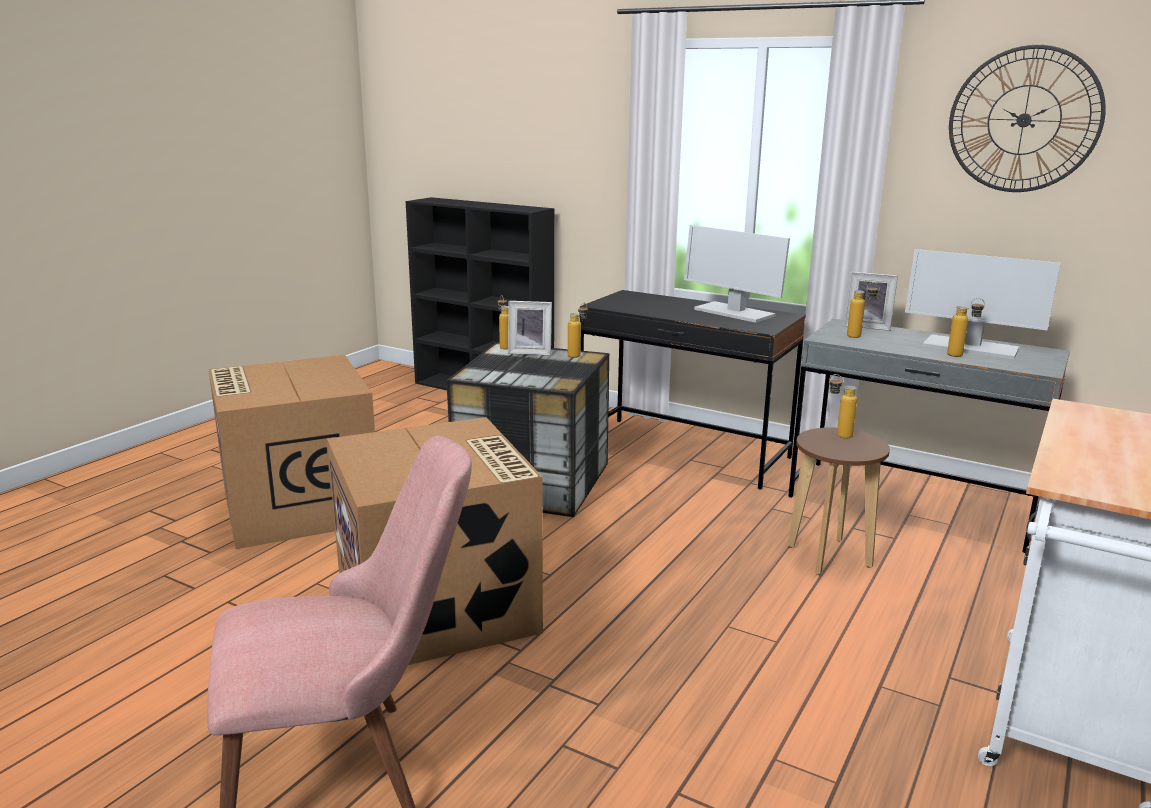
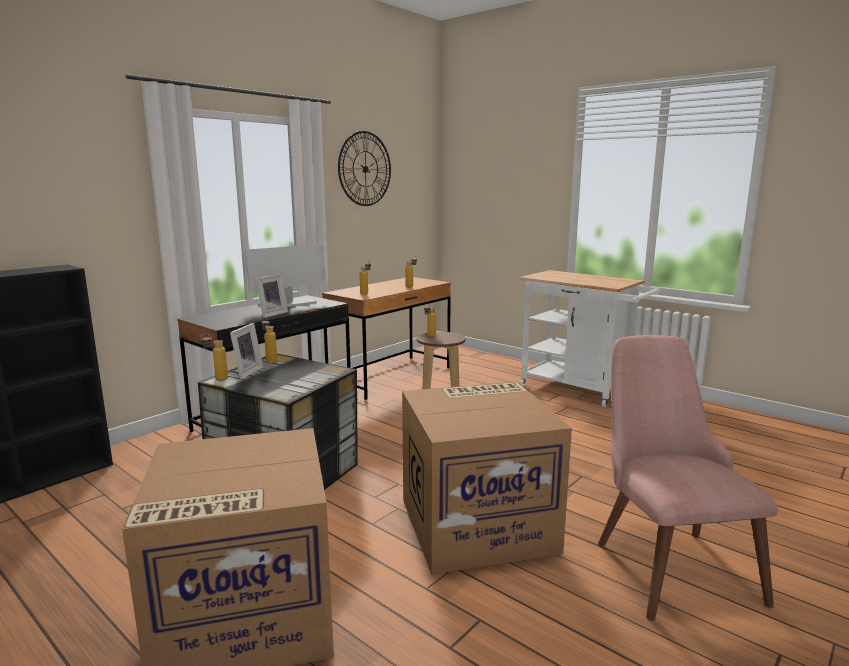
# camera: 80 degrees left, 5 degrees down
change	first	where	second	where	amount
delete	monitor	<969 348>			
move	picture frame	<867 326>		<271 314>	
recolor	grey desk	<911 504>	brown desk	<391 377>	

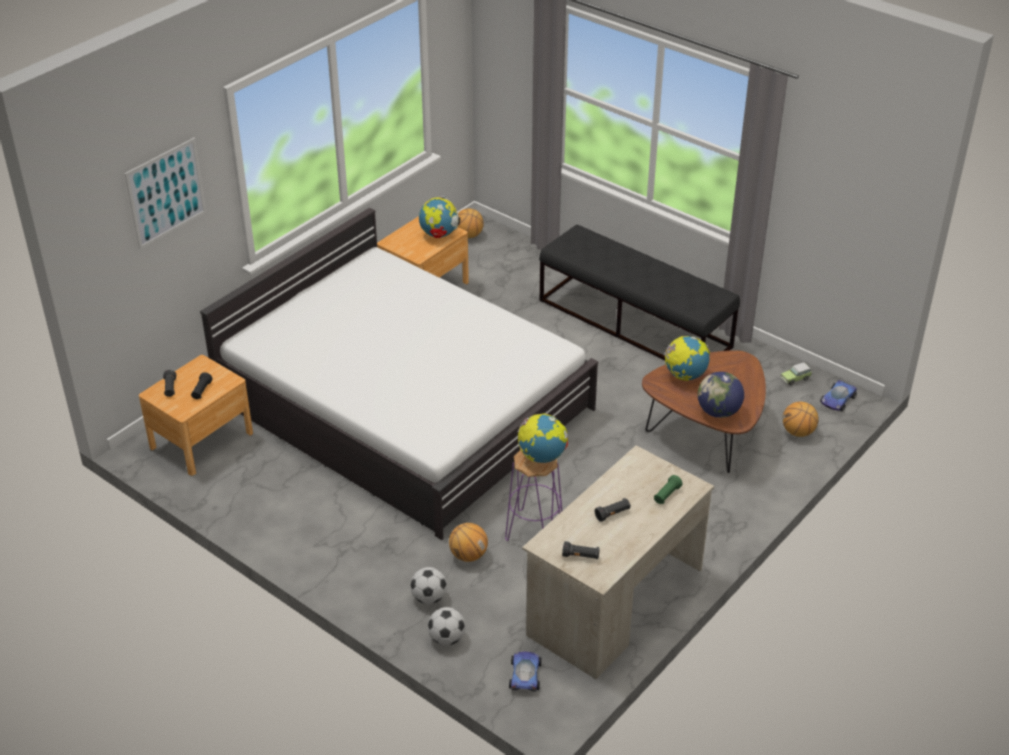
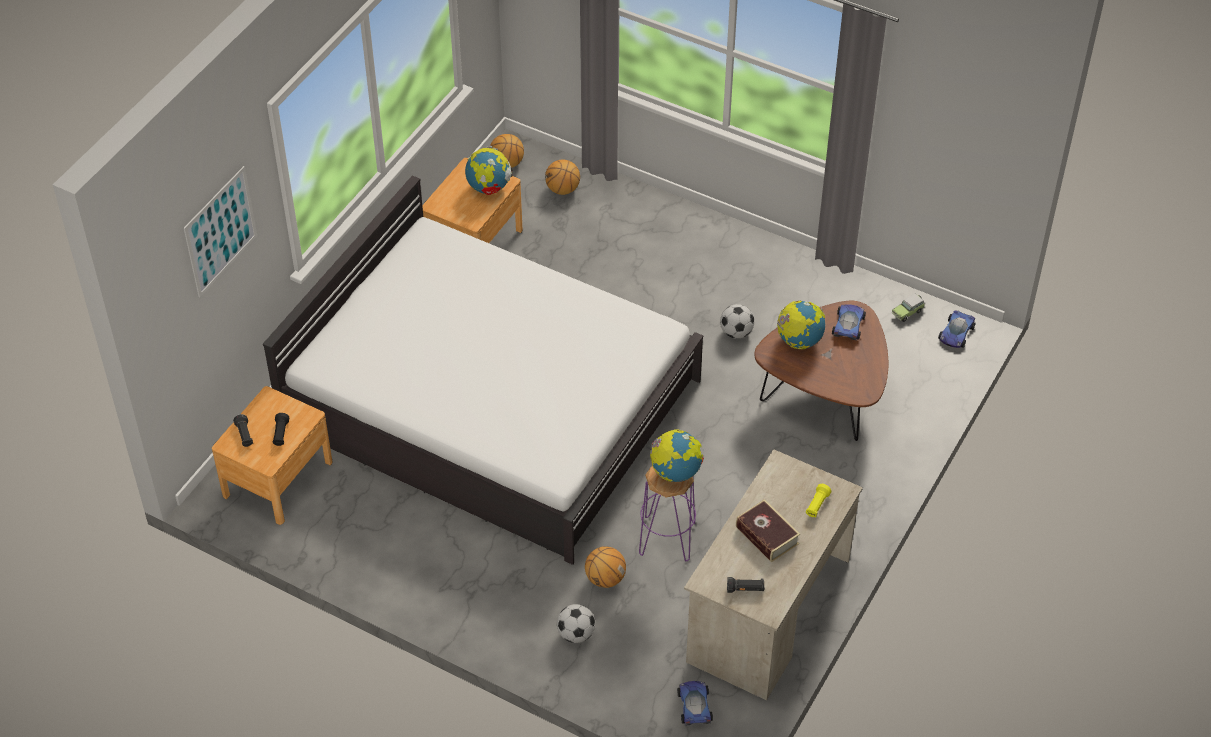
# camera: 10 degrees left, 10 degrees up
change	first	where	second	where	amount
delete	black bench	<635 324>			
delete	globe	<718 412>			
insert			toy car	<848 325>	
move	football	<447 638>		<736 332>	
move	basketball	<798 432>		<563 189>	
replace	black flashlight	<612 514>	book	<767 535>	
recolor	green flashlight	<666 495>	yellow flashlight	<817 505>	

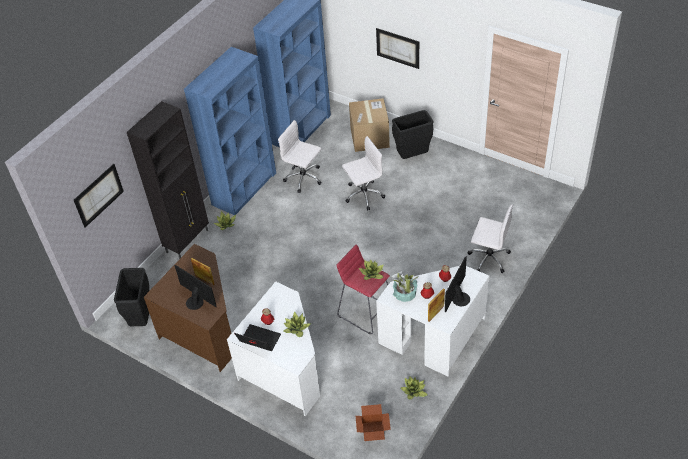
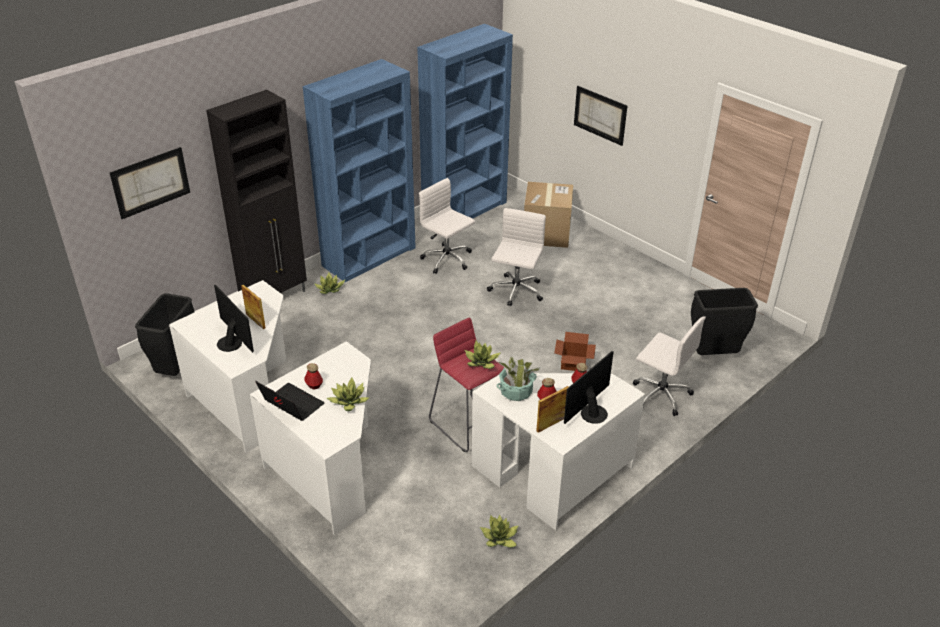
# camera: 10 degrees right, 10 degrees down
change	first	where	second	where	amount
move	cardboard box	<373 431>		<573 363>	
move	black trash can	<412 157>		<713 356>	
recolor	brown desk	<204 329>	white desk	<248 399>	
rotate	white office chair	<363 195>		<515 291>	60 degrees counterclockwise

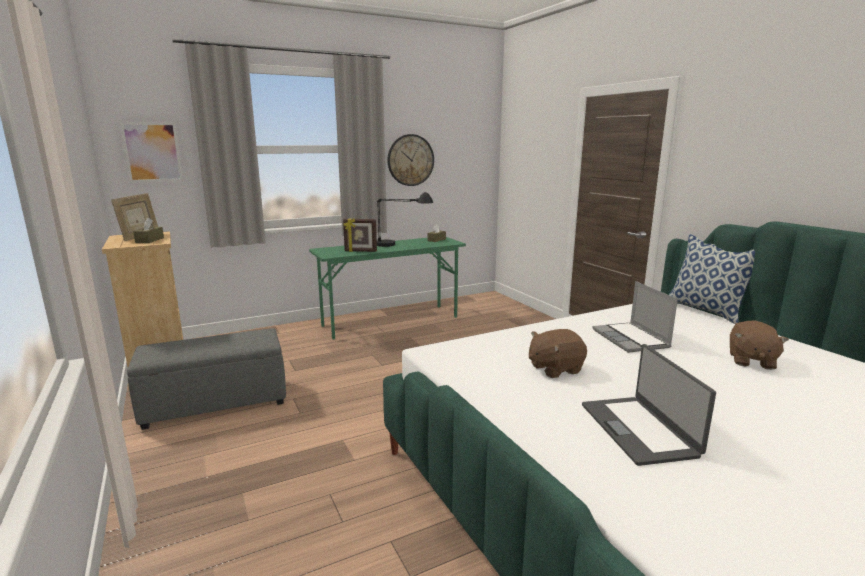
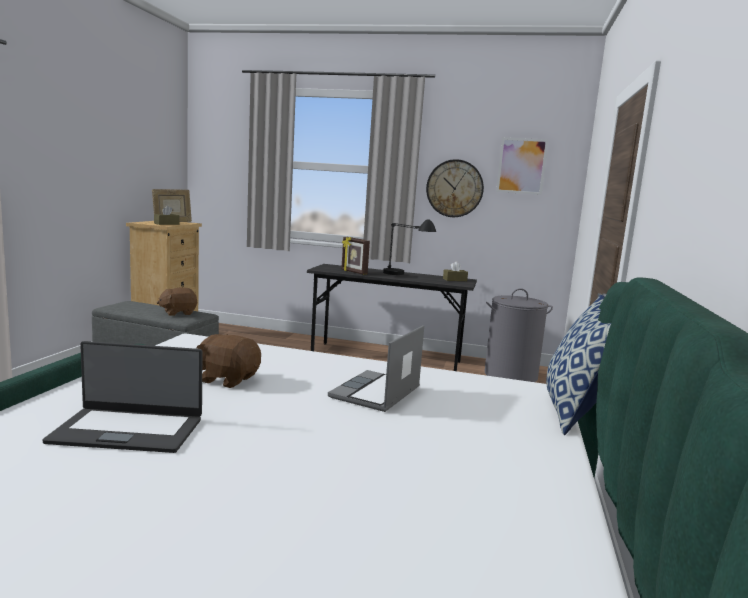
# camera: 40 degrees right, 5 degrees down
change	first	where	second	where	amount
insert			grey laundry basket	<510 375>	
move	picture	<152 152>		<521 166>	
move	brown plush toy	<750 361>		<178 313>	
recolor	green desk	<391 321>	grey desk	<386 358>	
rotate	laptop	<639 429>		<128 430>	120 degrees counterclockwise

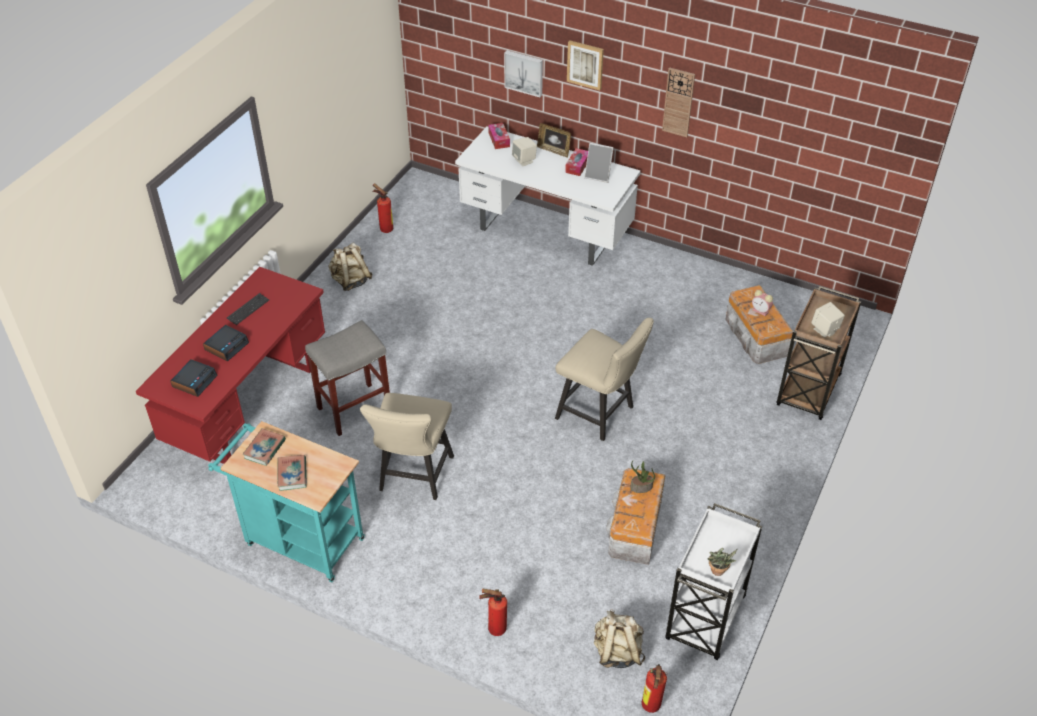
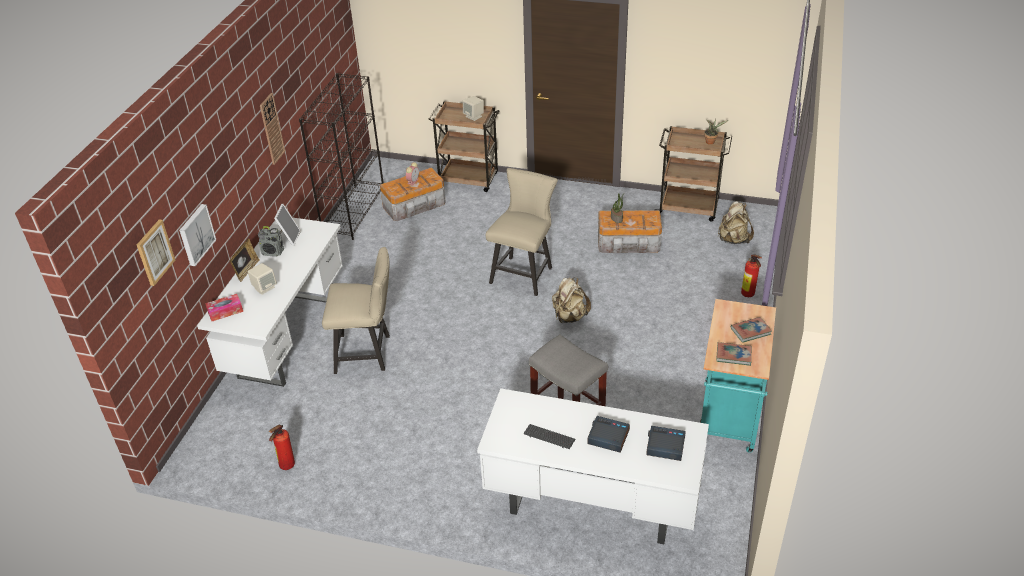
# camera: 100 degrees left, 5 degrees down
change	first	where	second	where	amount
delete	fire extinguisher	<650 707>			
insert			black bookcase	<354 211>	
move	beige backpack	<351 281>		<569 316>	
move	beige chair	<413 477>		<367 353>	
move	picture	<585 64>		<154 252>	
replace	tissue box	<577 166>	radio	<273 252>	
recolor	red desk	<249 406>	white desk	<590 506>	
recolor	white cart	<705 619>	brown cart	<689 208>	

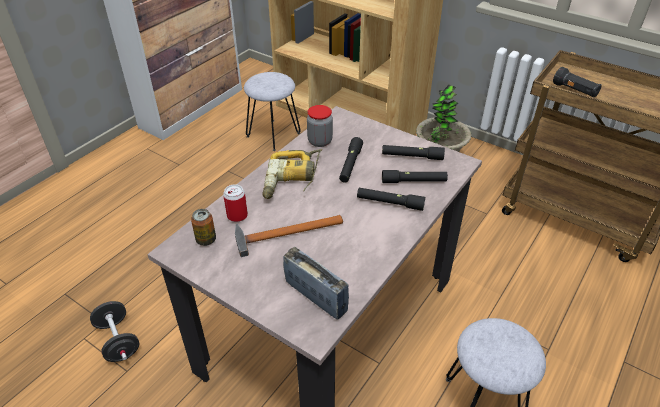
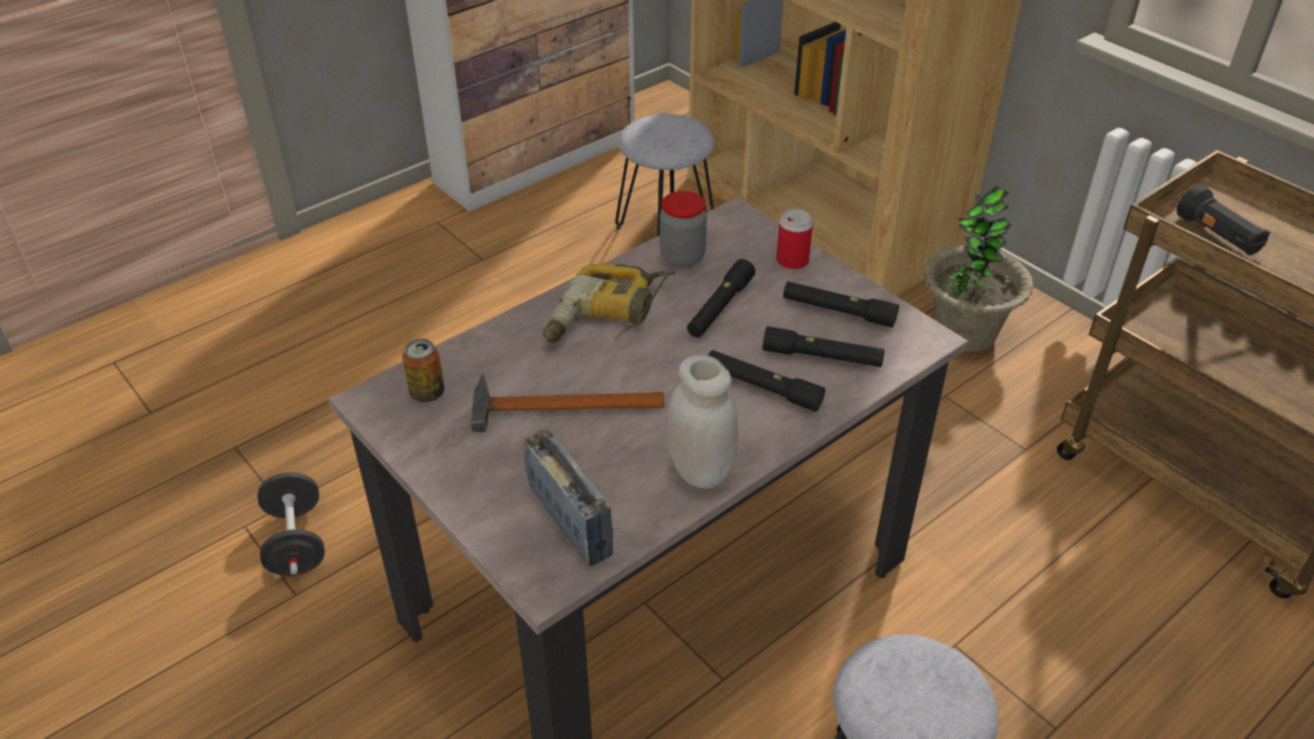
# camera: 15 degrees right, 0 degrees up
change	first	where	second	where	amount
insert			white jar	<700 470>	
move	can	<237 215>		<792 261>	

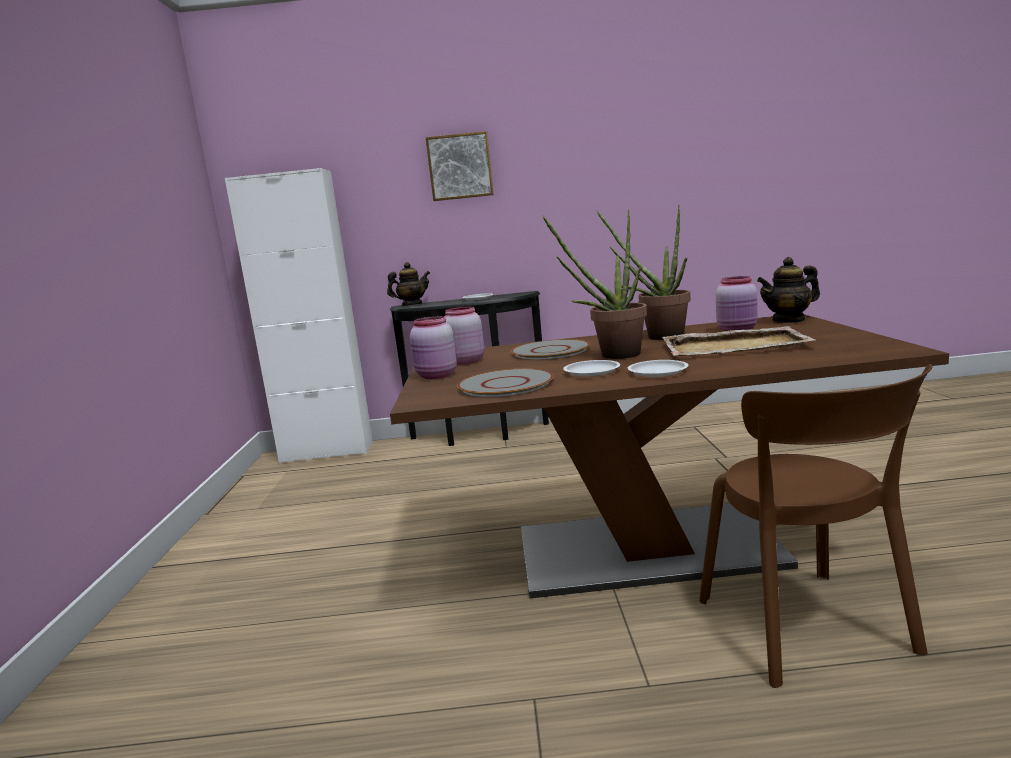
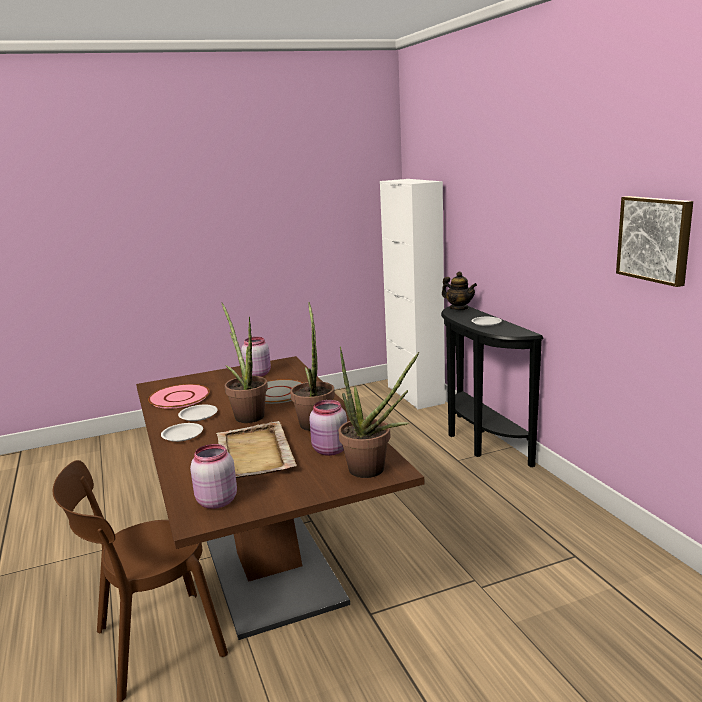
# camera: 70 degrees right, 5 degrees up
change	first	where	second	where	amount
move	pink jar	<436 376>		<215 501>	
move	picture	<460 167>		<655 239>	
replace	teapot	<789 320>	potted plant	<373 471>	
recolor	grey plate	<506 384>	pink plate	<180 397>	

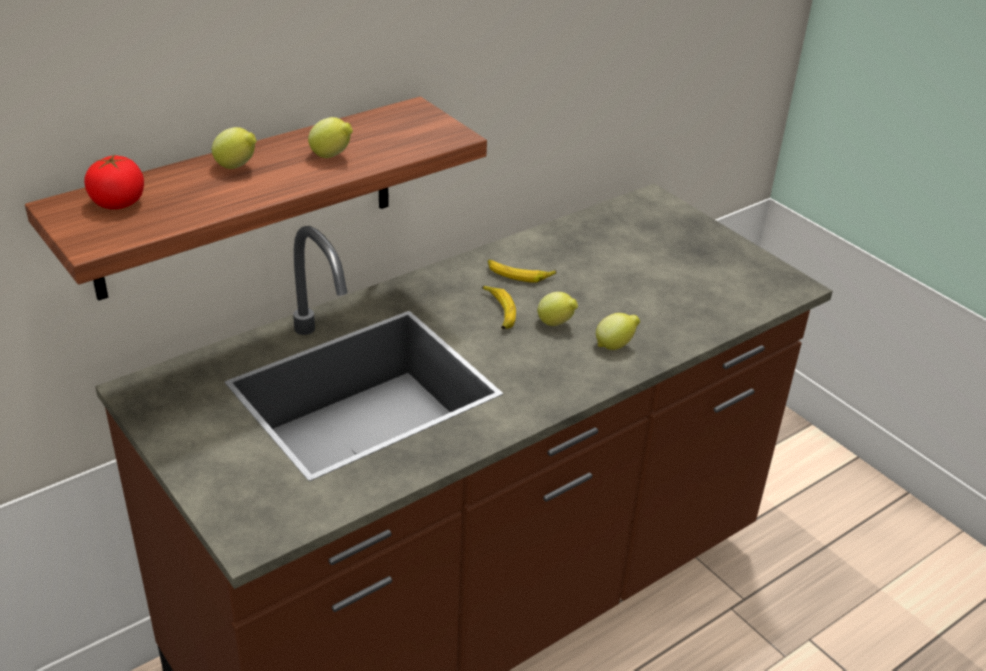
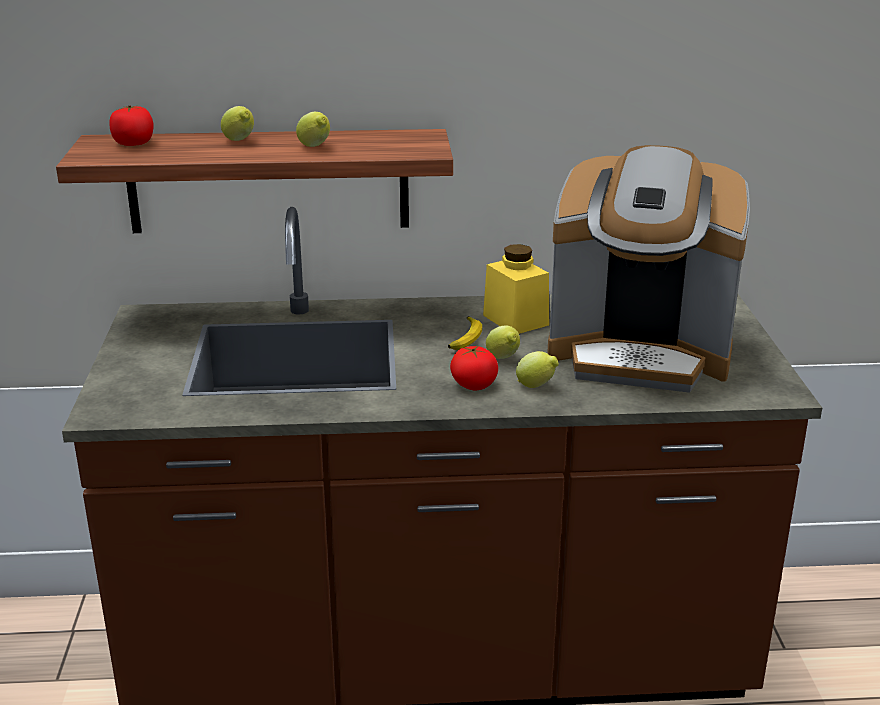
# camera: 35 degrees right, 10 degrees down
change	first	where	second	where	amount
insert			tomato	<473 385>	
insert			coffee machine	<640 354>	
replace	banana	<519 274>	yellow jar	<515 320>	

